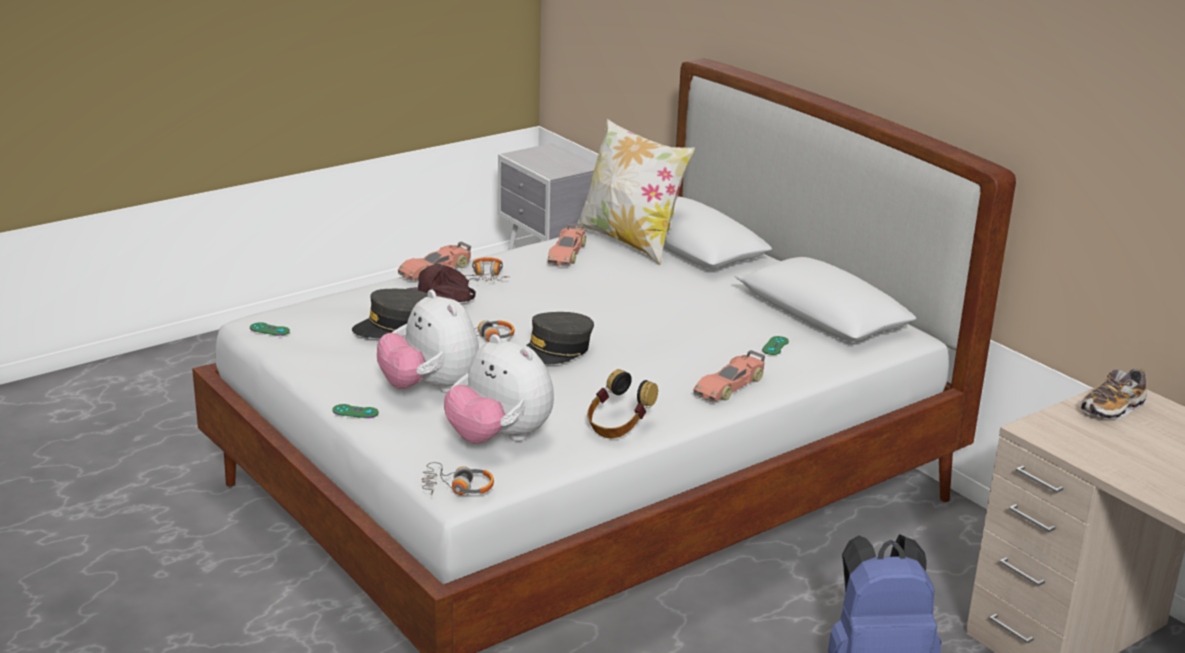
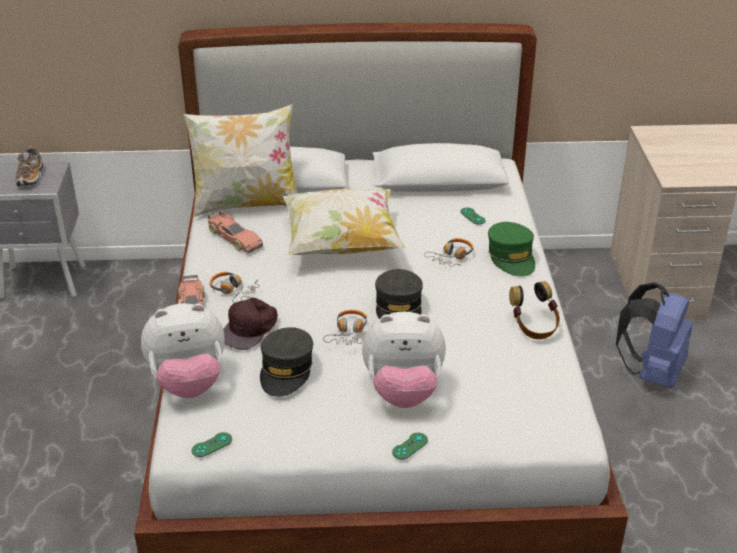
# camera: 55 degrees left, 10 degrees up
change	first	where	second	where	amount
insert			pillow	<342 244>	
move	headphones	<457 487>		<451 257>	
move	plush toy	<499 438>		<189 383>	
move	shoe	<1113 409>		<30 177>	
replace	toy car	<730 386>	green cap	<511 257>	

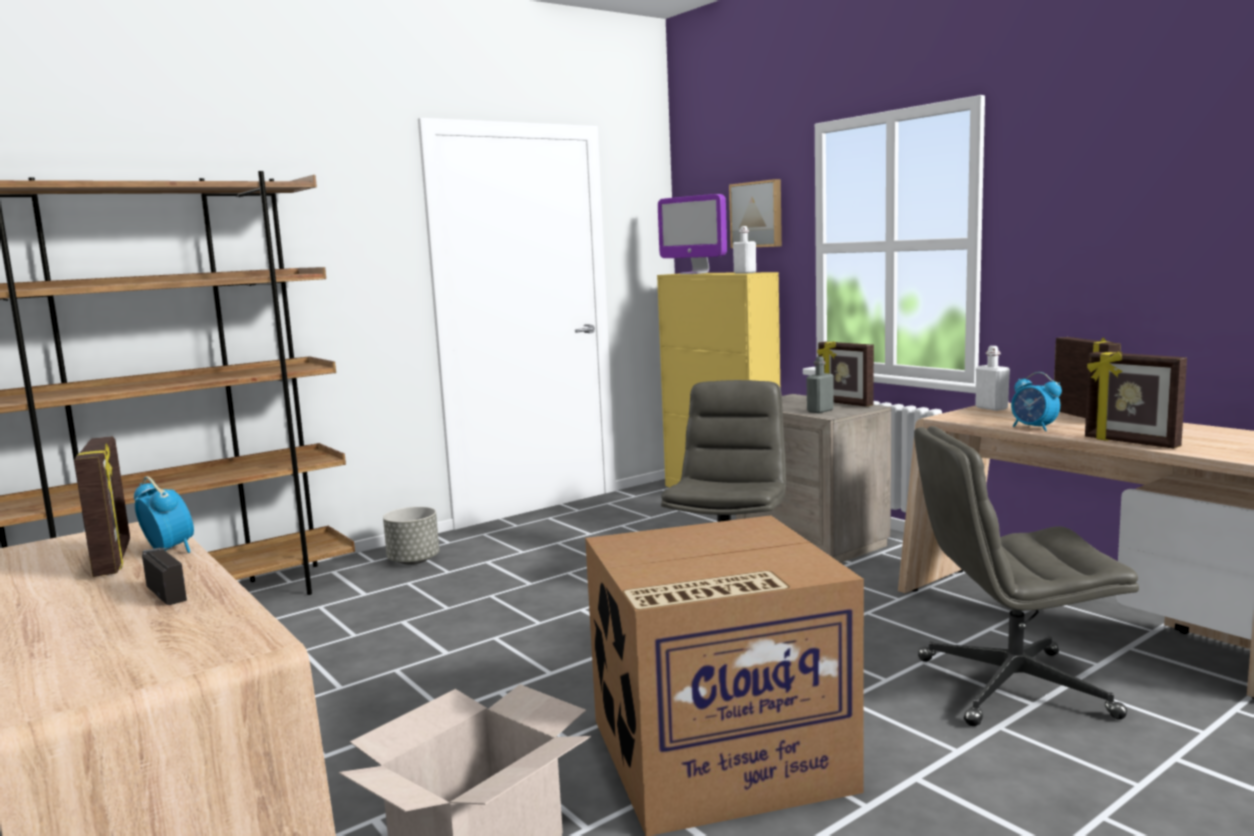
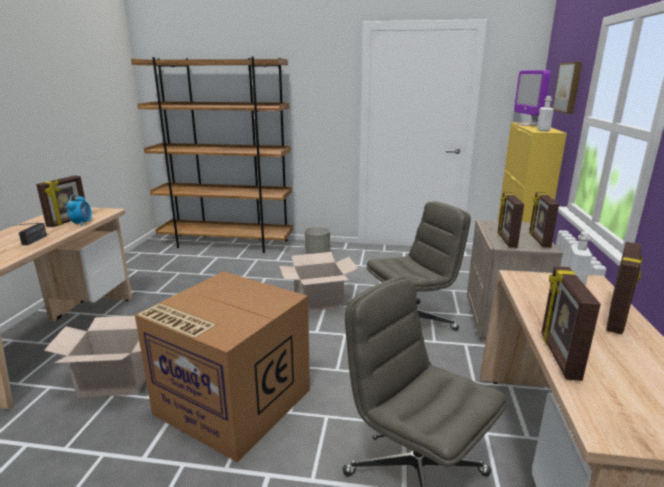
# camera: 45 degrees right, 10 degrees up
change	first	where	second	where	amount
delete	alarm clock	<1034 428>			
insert			cardboard box	<318 301>	
replace	grey bottle	<820 411>	picture frame	<506 240>	

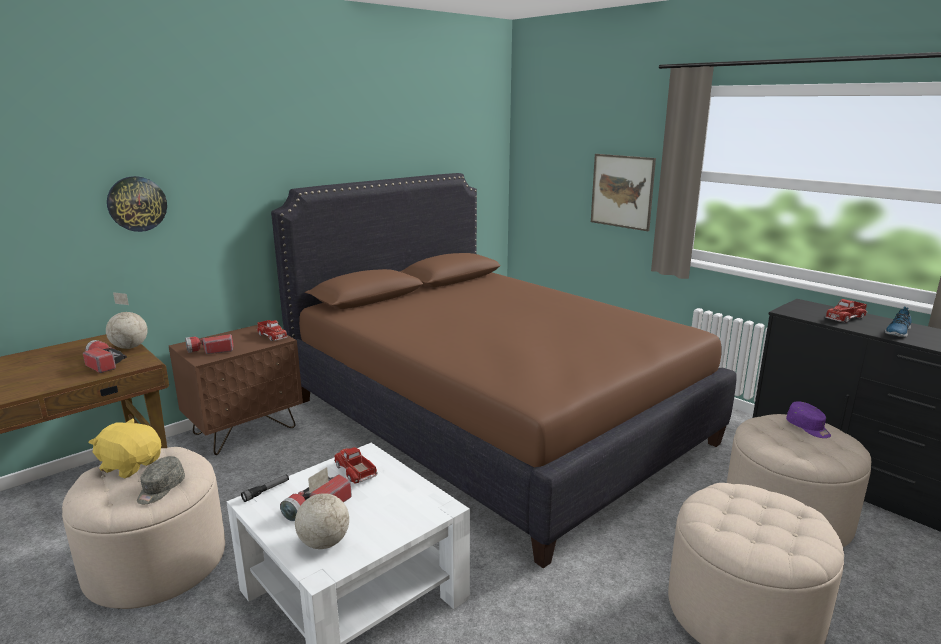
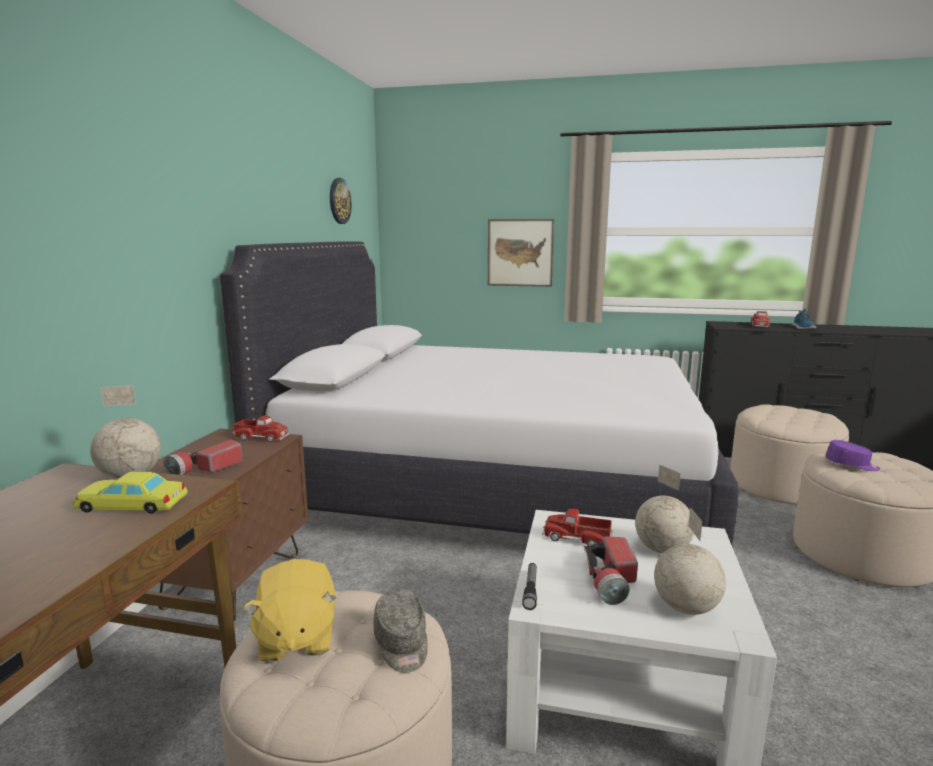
# camera: 35 degrees left, 5 degrees down
change	first	where	second	where	amount
insert			globe	<662 549>	
move	wall clock	<137 204>		<339 201>	
move	purple cap	<808 428>		<851 465>	
replace	flashlight	<103 363>	yellow toy car	<131 504>	
recolor	brown bed	<493 420>	white bed	<494 486>	
rotate	yellow plush toy	<131 465>		<296 638>	90 degrees counterclockwise

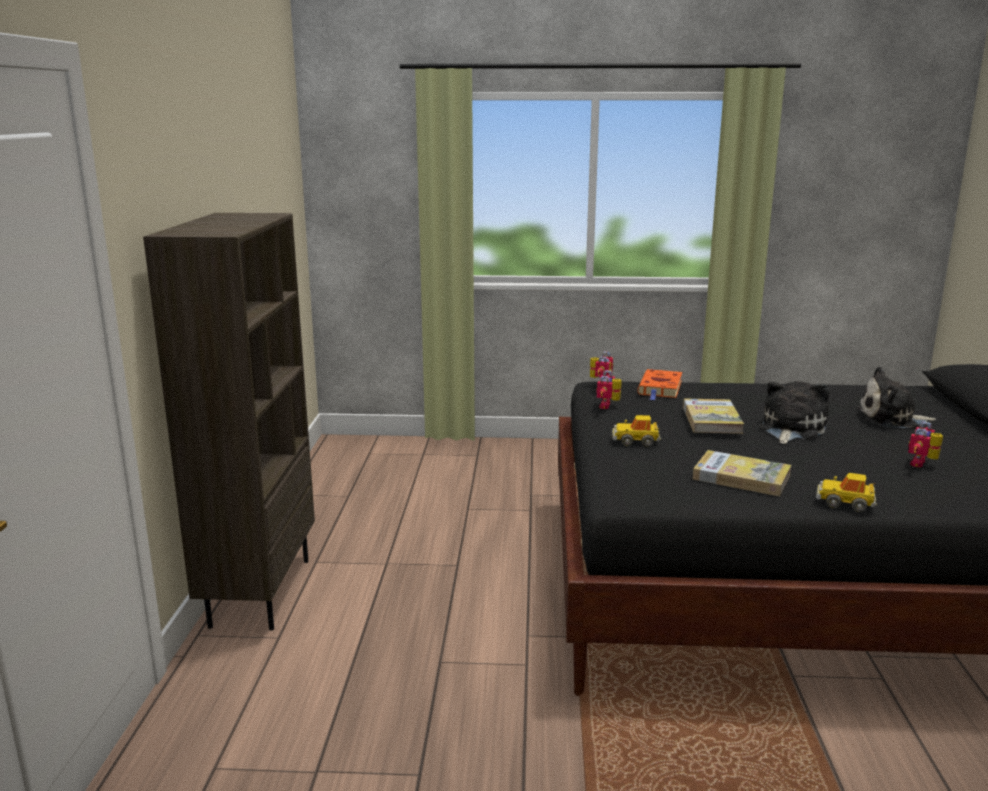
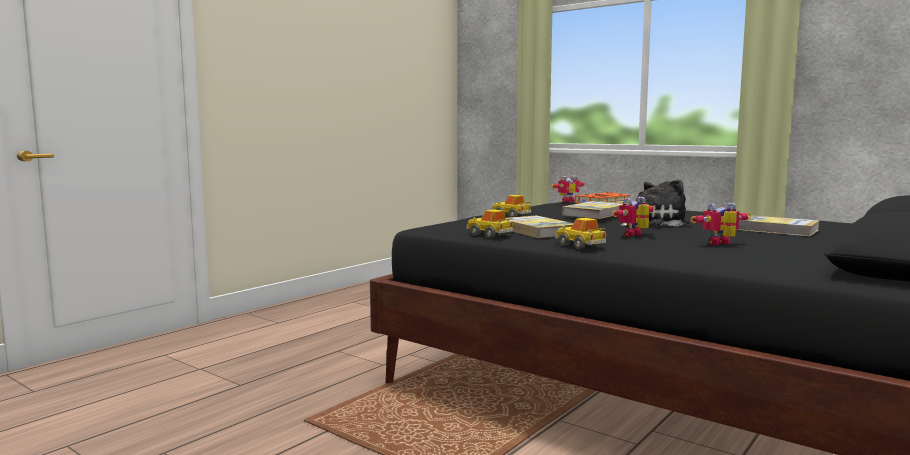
# camera: 35 degrees right, 10 degrees down
change	first	where	second	where	amount
delete	brown bookcase	<259 591>			
insert			toy car	<489 234>	
move	toy robot	<608 406>		<636 235>	
replace	plush toy	<891 419>	book	<774 229>	

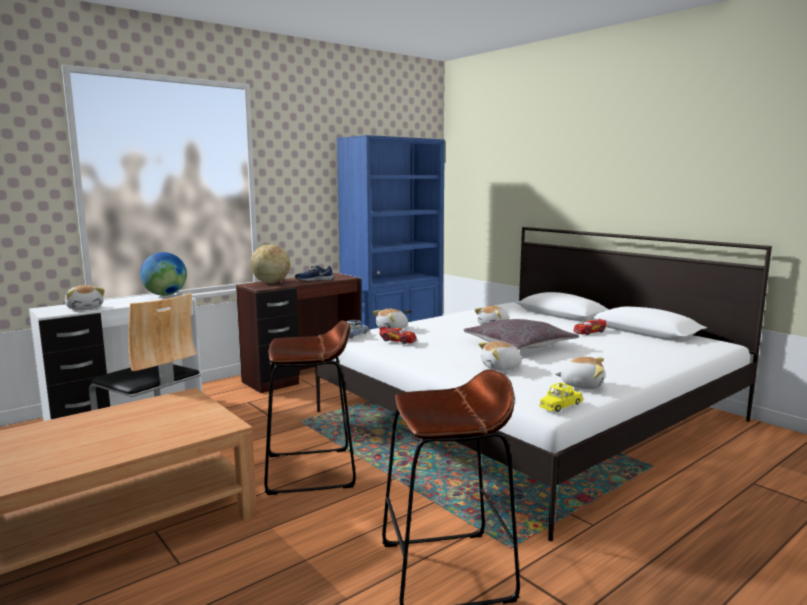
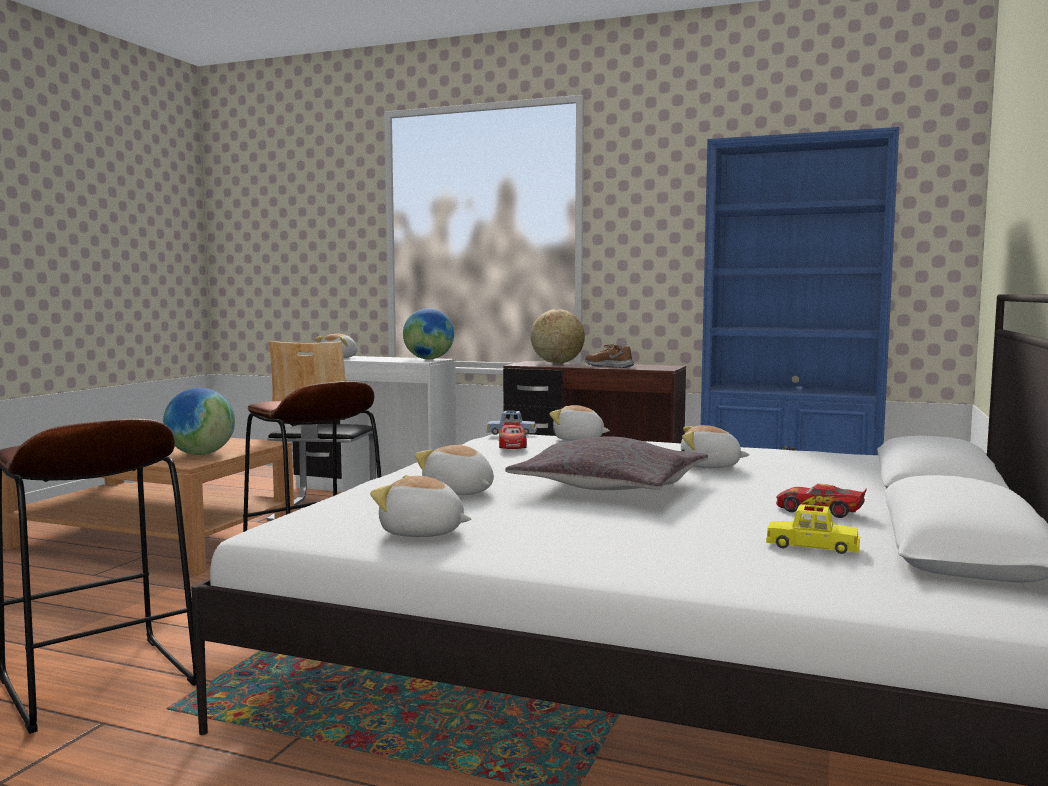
# camera: 60 degrees right, 5 degrees down
change	first	where	second	where	amount
insert			globe	<201 454>	
move	yellow toy car	<560 405>		<812 547>	
recolor	blue shoe	<314 280>	brown shoe	<609 366>	
rotate	plush toy	<581 385>		<422 533>	120 degrees clockwise

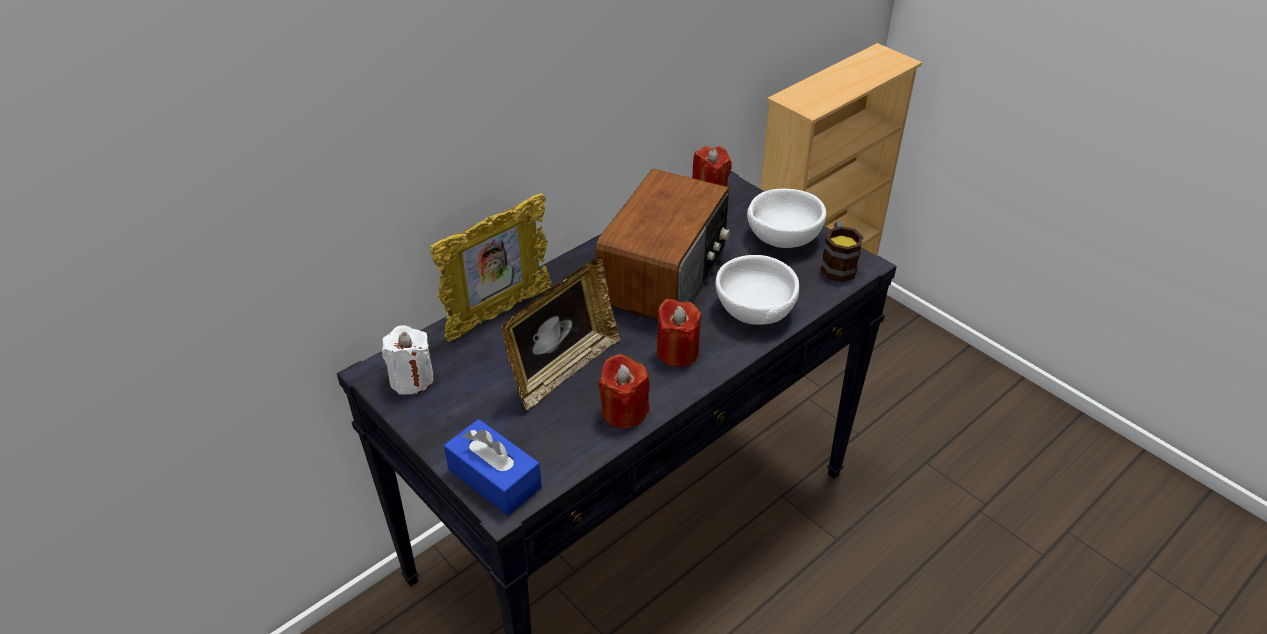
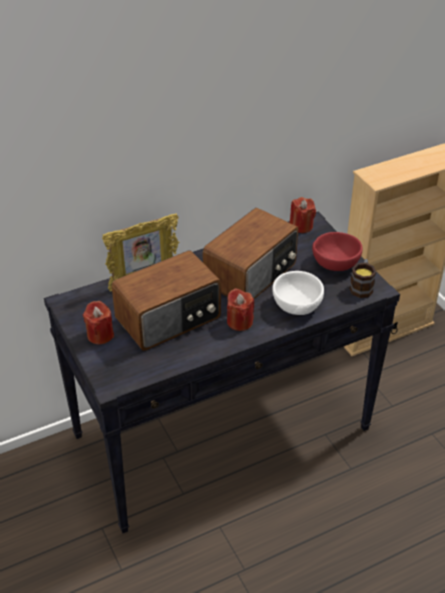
# camera: 15 degrees right, 0 degrees up
change	first	where	second	where	amount
delete	white candle	<412 379>			
delete	blue tissue box	<494 478>			
move	red candle	<624 412>		<100 335>	
replace	picture frame	<563 369>	radio	<169 319>	
recolor	white bowl	<784 238>	red bowl	<335 264>	

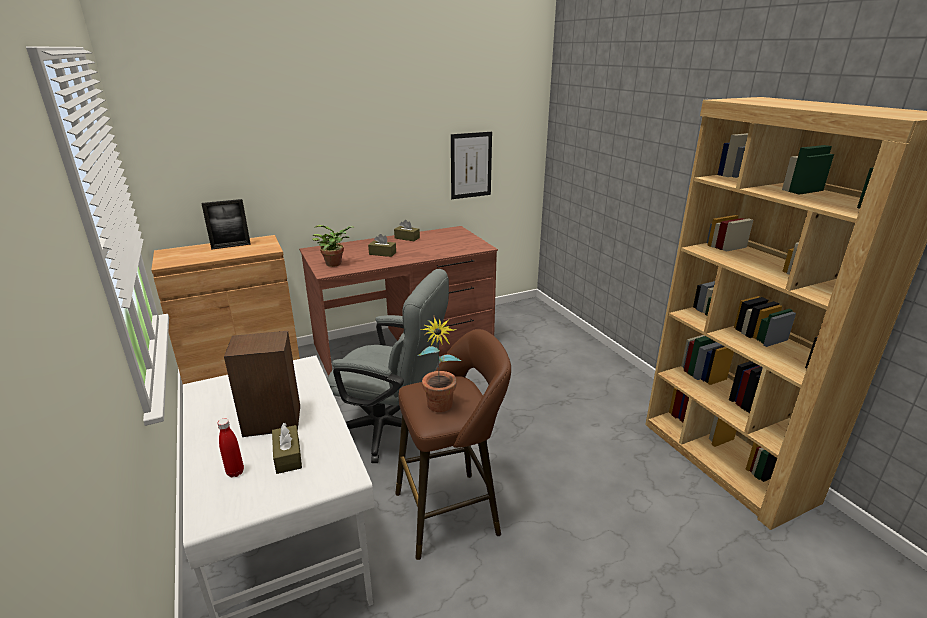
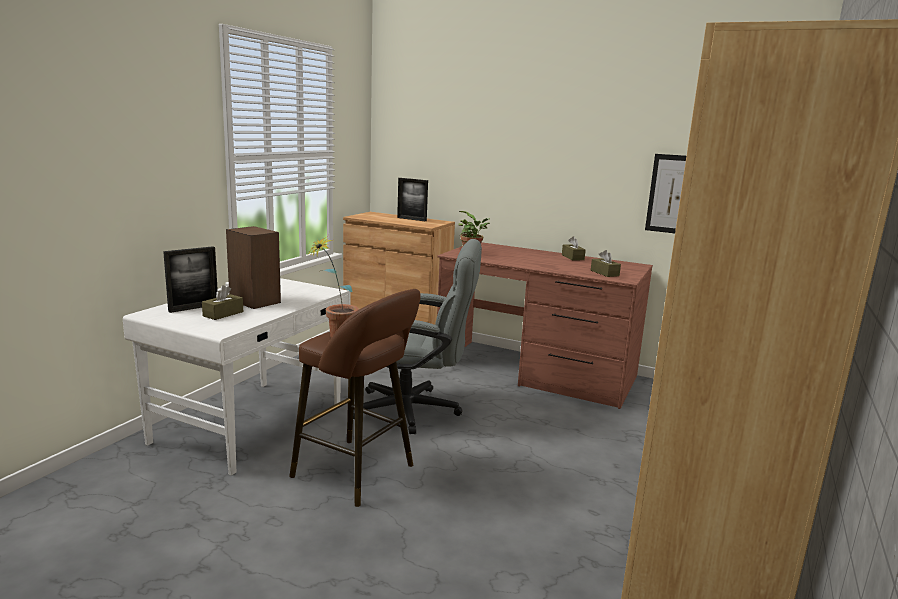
# camera: 50 degrees right, 10 degrees down
change	first	where	second	where	amount
move	brown tissue box	<382 253>		<604 273>	
replace	red bottle	<235 472>	picture frame	<193 308>	
rotate	grey office chair	<391 430>		<417 410>	60 degrees counterclockwise

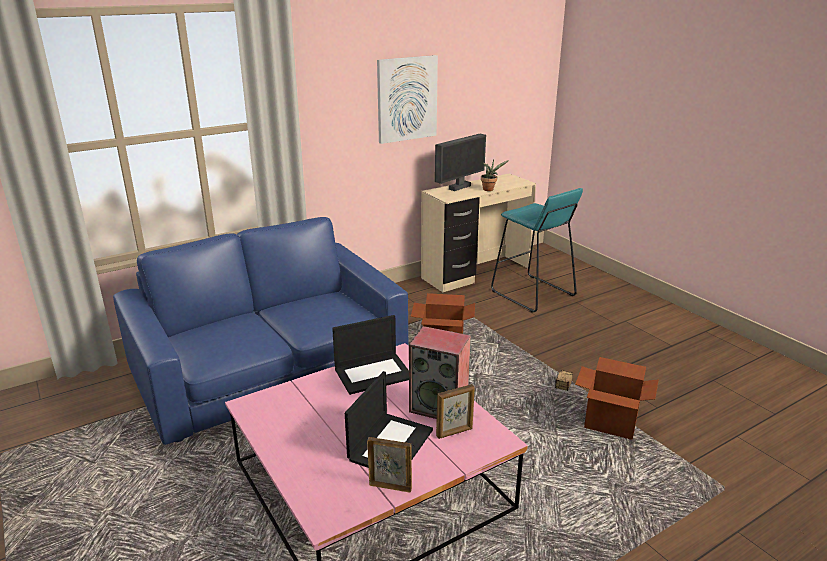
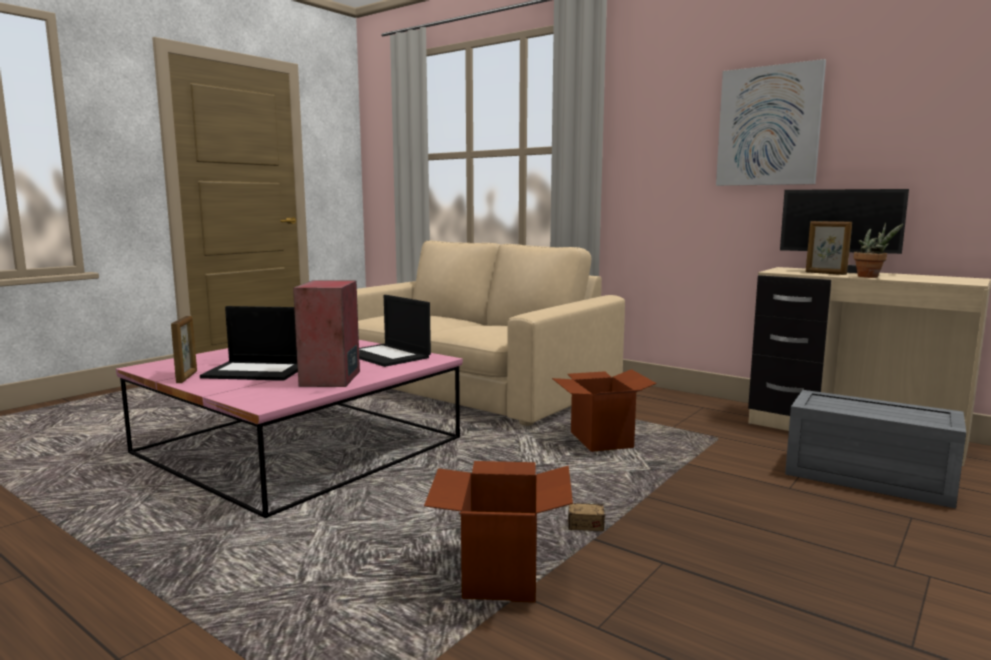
# camera: 70 degrees right, 15 degrees down
change	first	where	second	where	amount
move	picture frame	<454 432>		<825 273>	
replace	turquoise stool	<532 294>	grey storage box	<865 478>	
recolor	blue sofa	<270 368>	beige sofa	<470 385>	

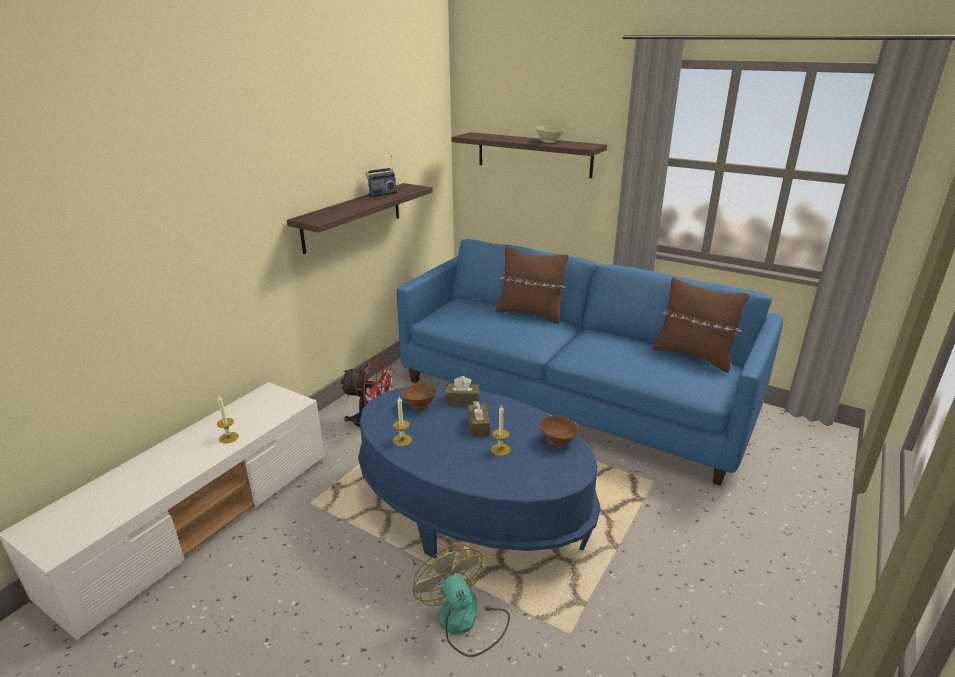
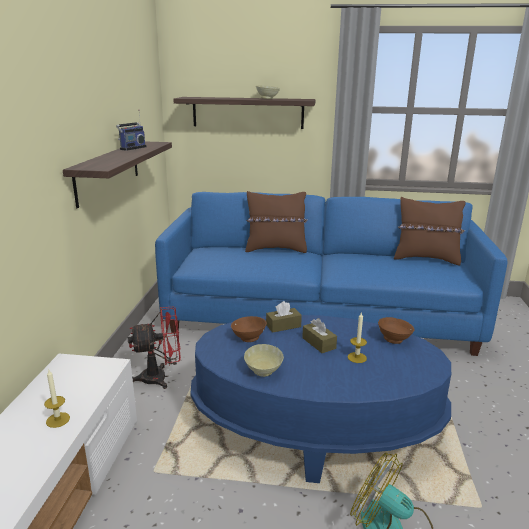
# camera: 25 degrees left, 5 degrees down
change	first	where	second	where	amount
replace	candle	<402 440>	beige bowl	<263 371>	

